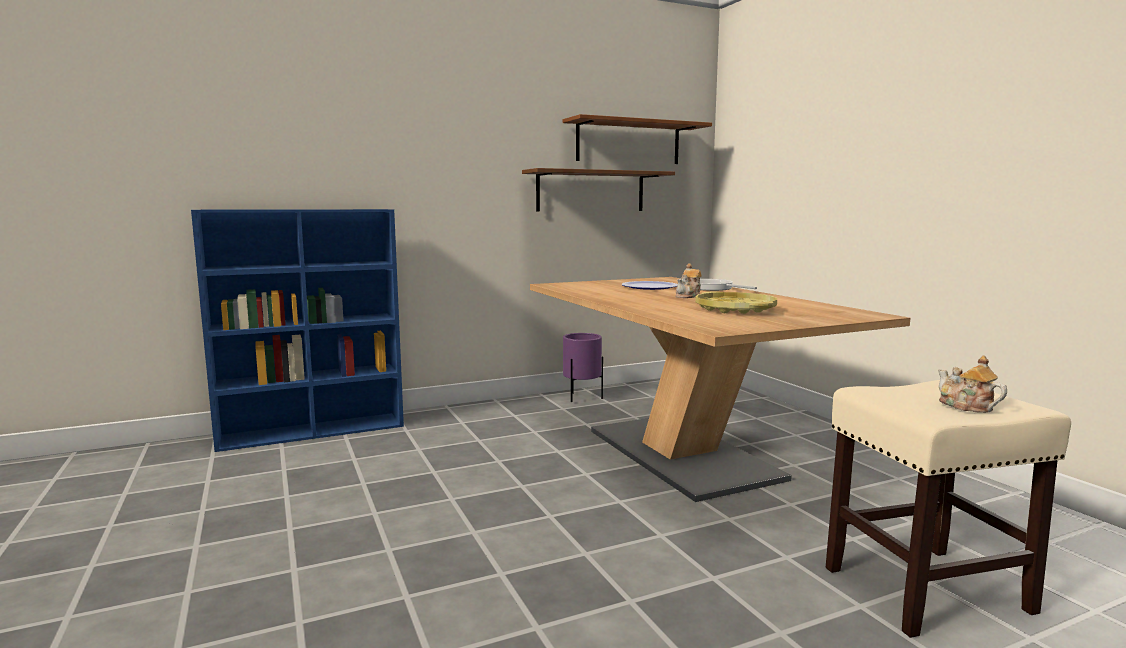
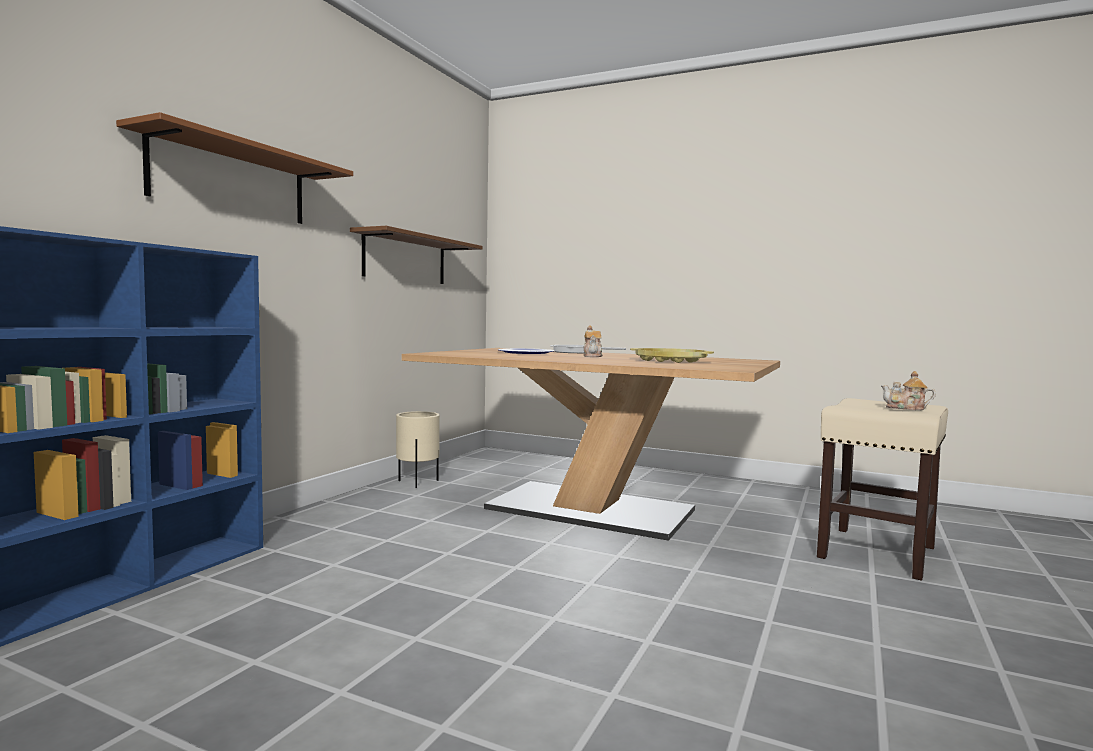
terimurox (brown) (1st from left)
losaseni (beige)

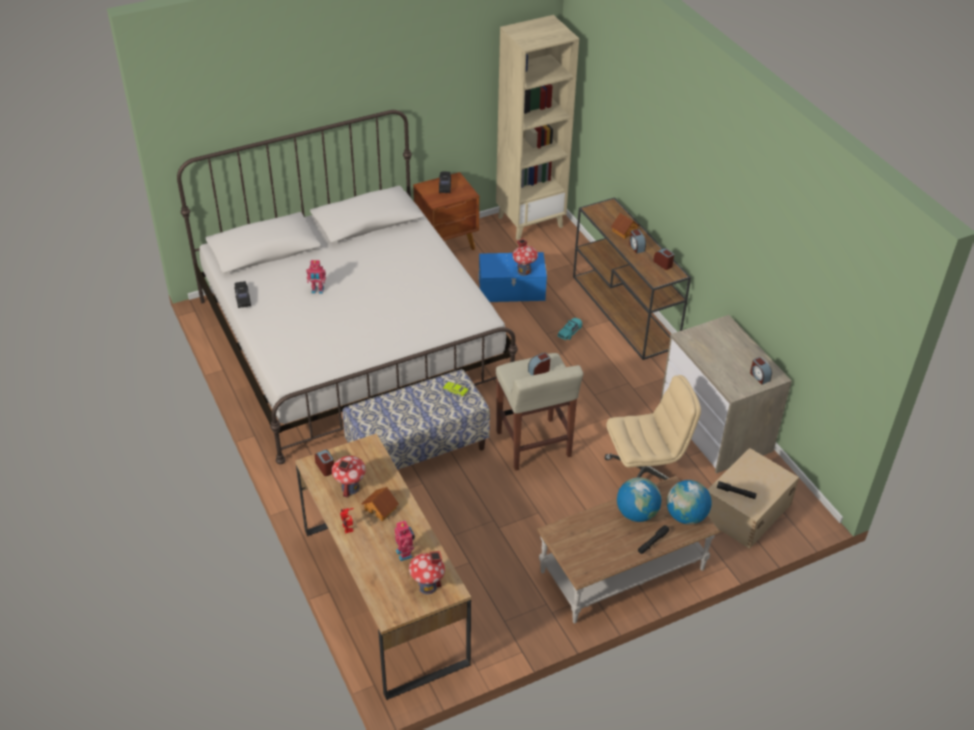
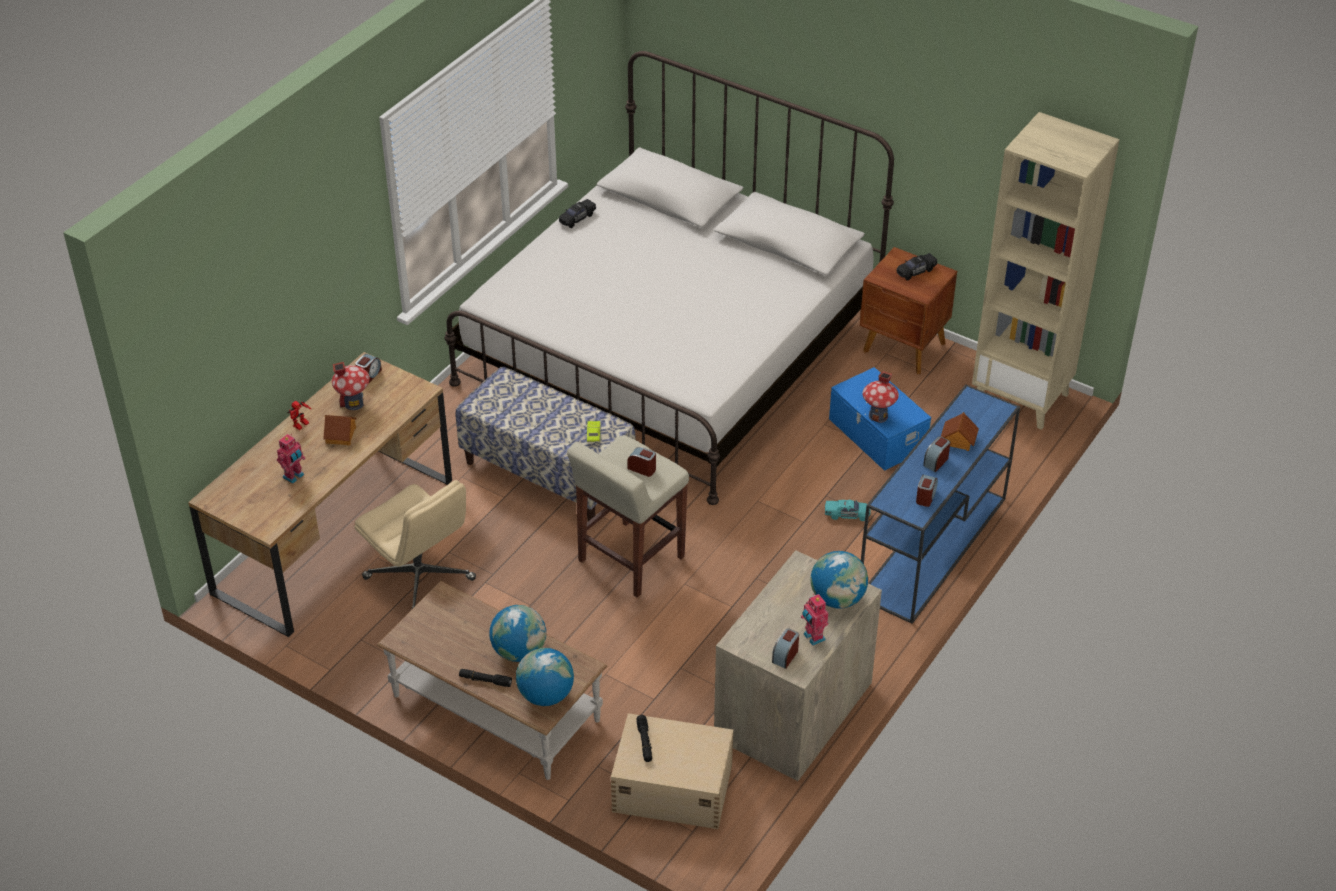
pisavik (3rd from left in the first image)
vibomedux (3rd from left)
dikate (3rd from left)
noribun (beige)
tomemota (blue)

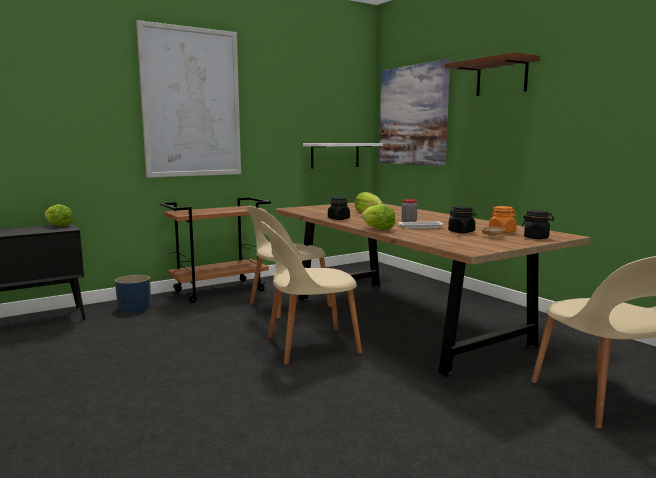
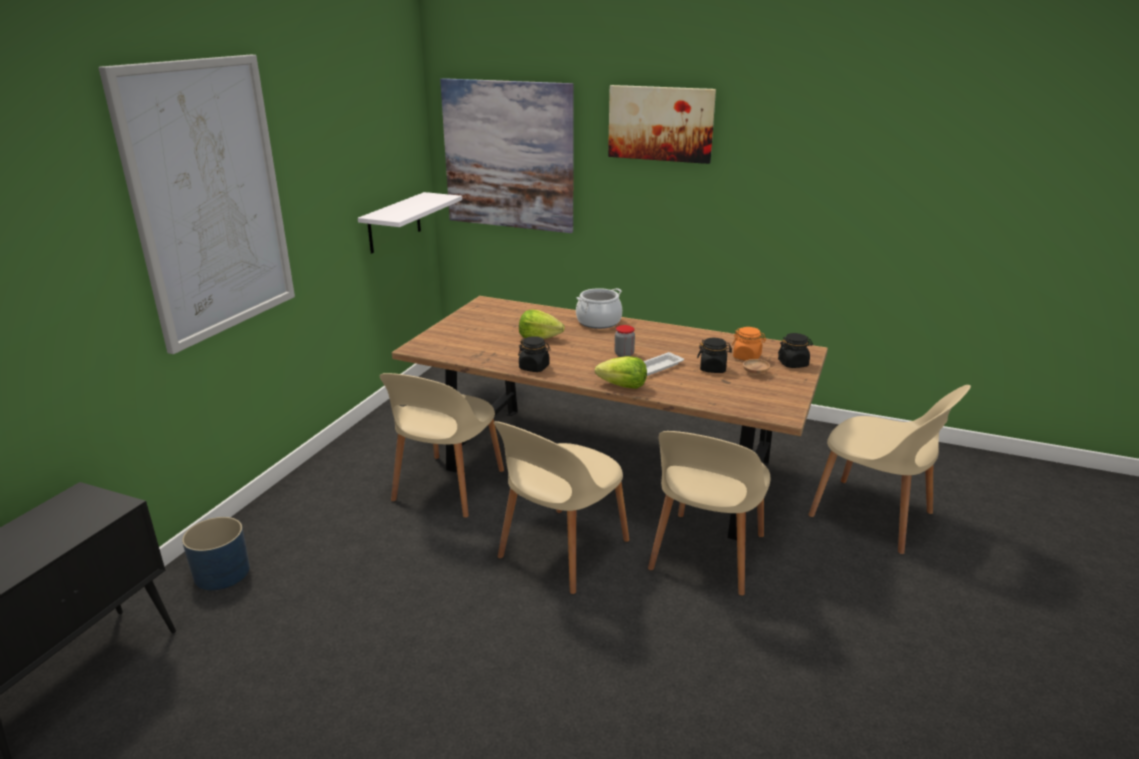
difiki (1st from left in the first image)
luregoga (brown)
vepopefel
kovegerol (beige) (3rd from left)
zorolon (3rd from left)

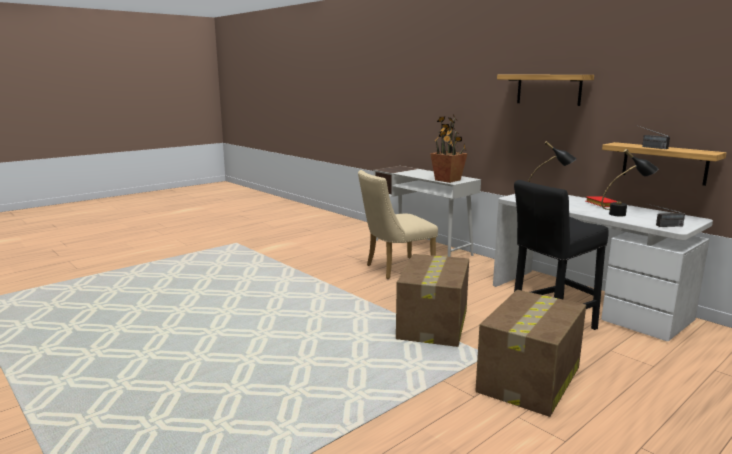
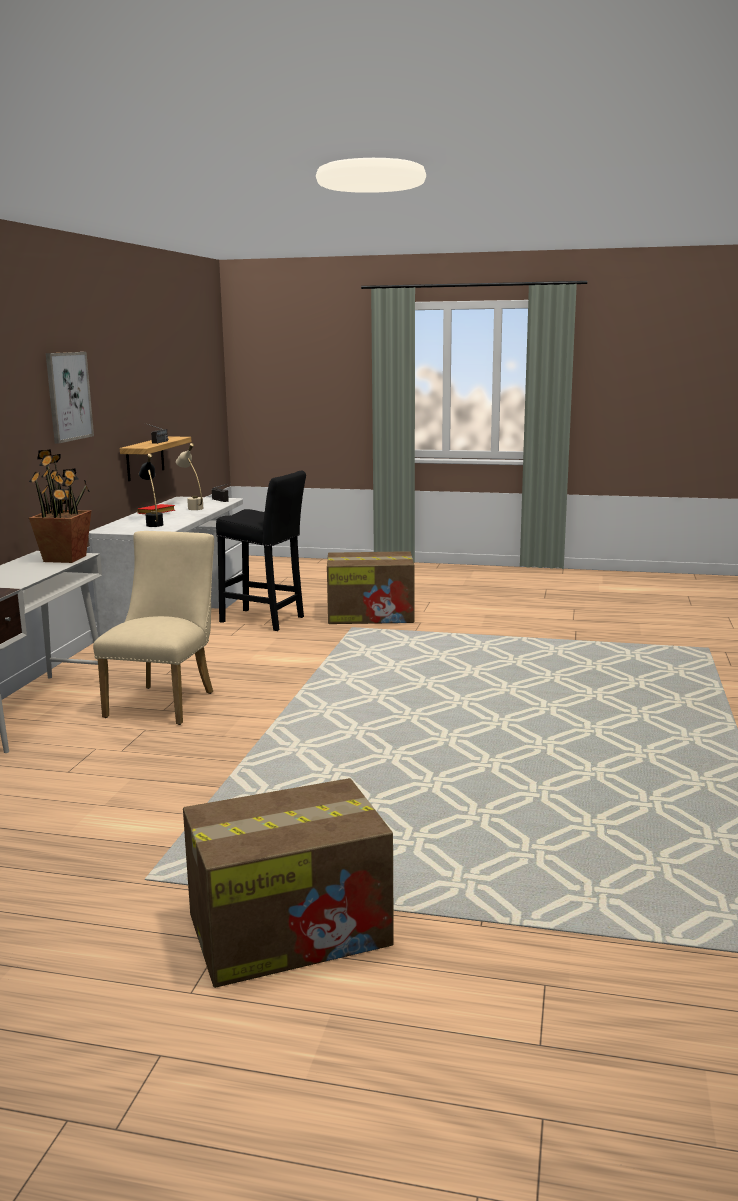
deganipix (1st from left)
zorolon
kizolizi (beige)
kovegerol (beige)

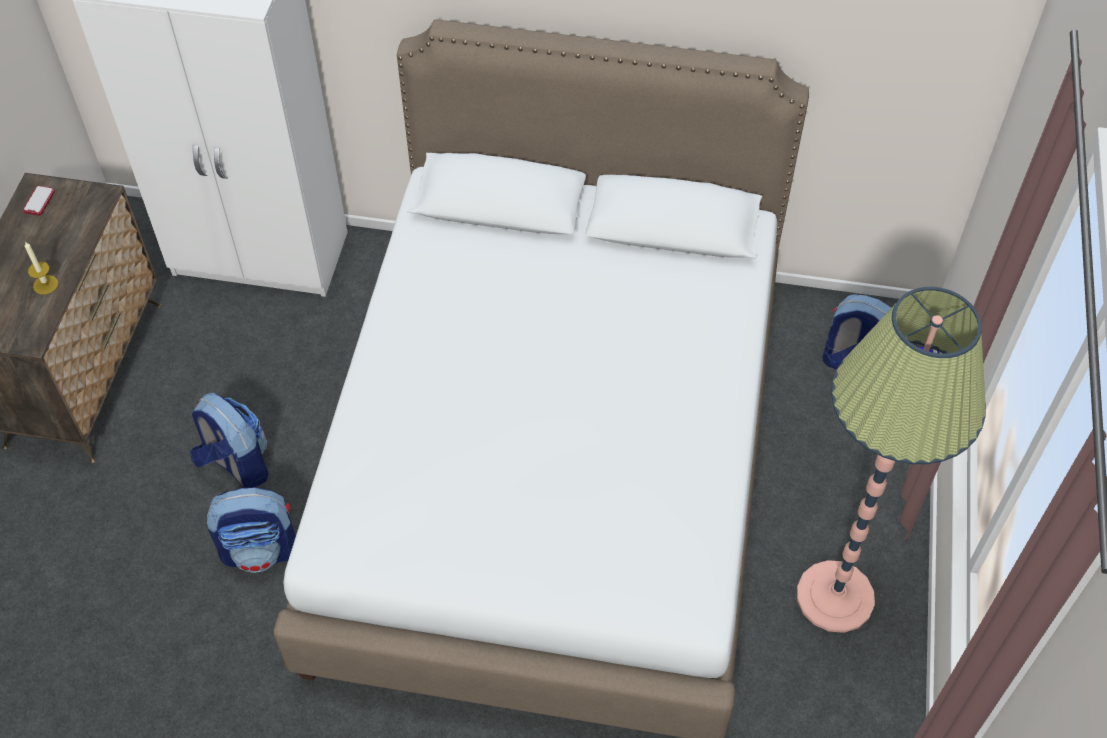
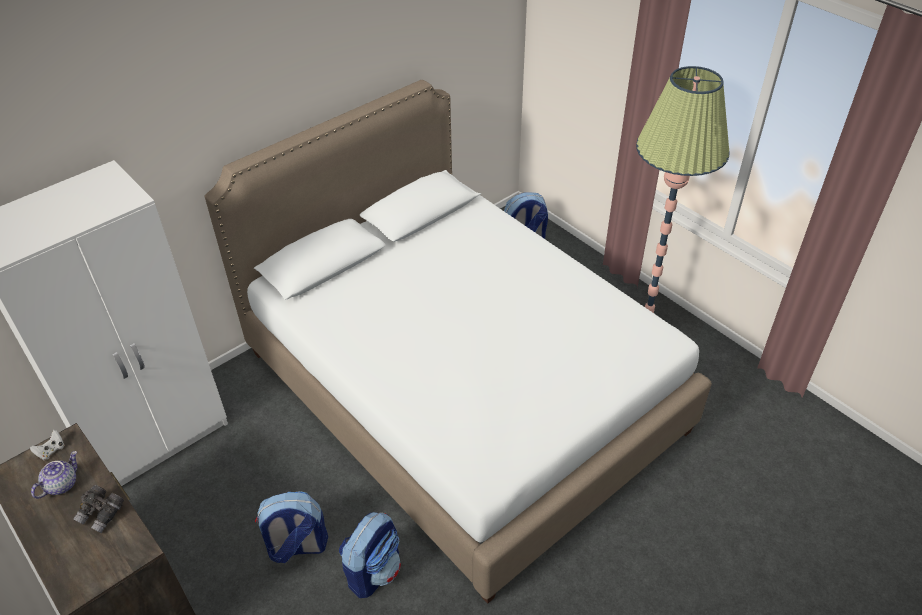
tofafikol
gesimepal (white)
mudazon
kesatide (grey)

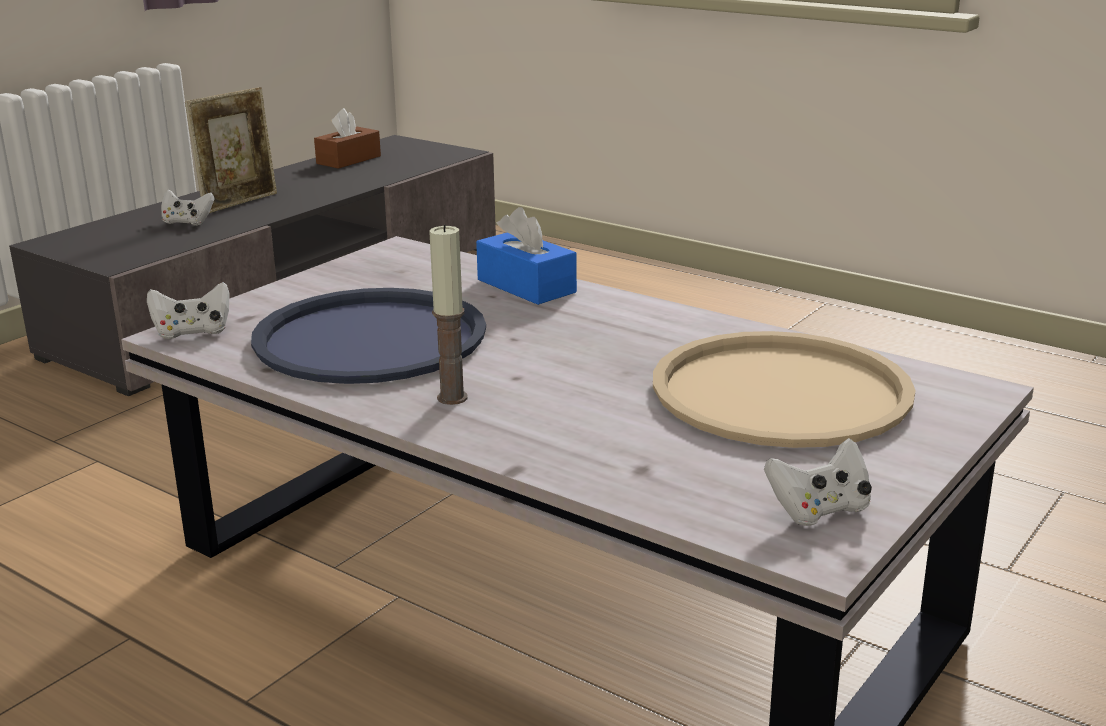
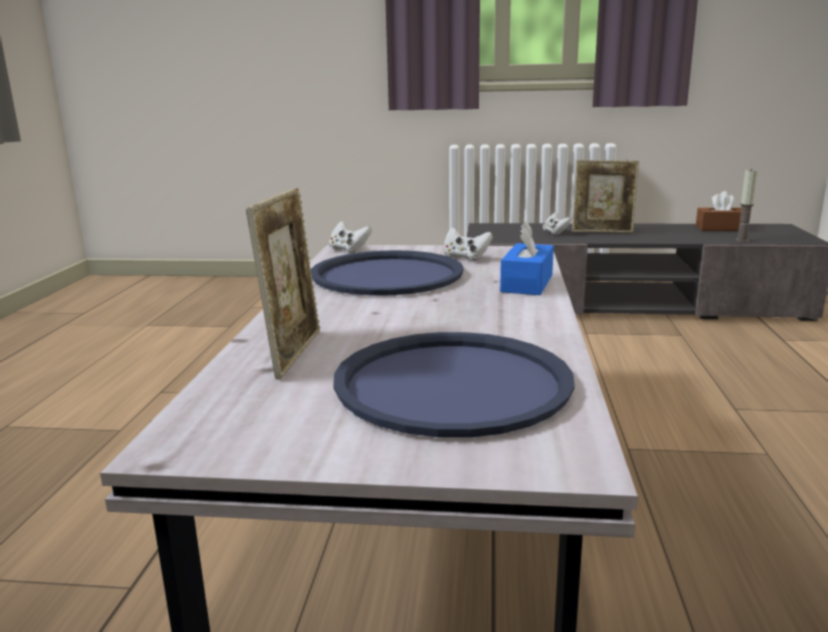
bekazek (1st from left)
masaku
gesimepal (white) (2nd from left)
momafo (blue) (2nd from left)

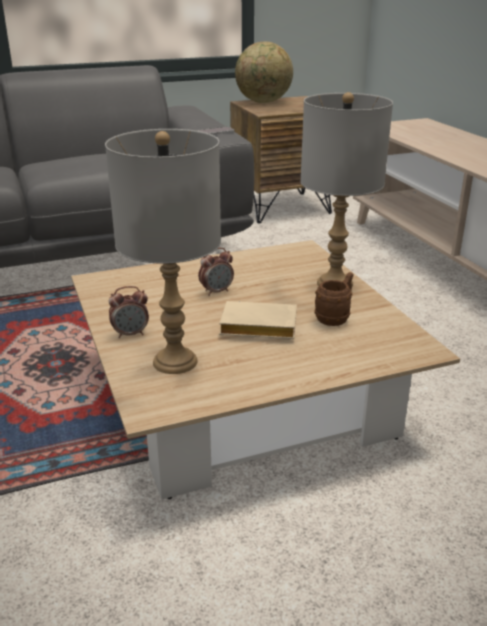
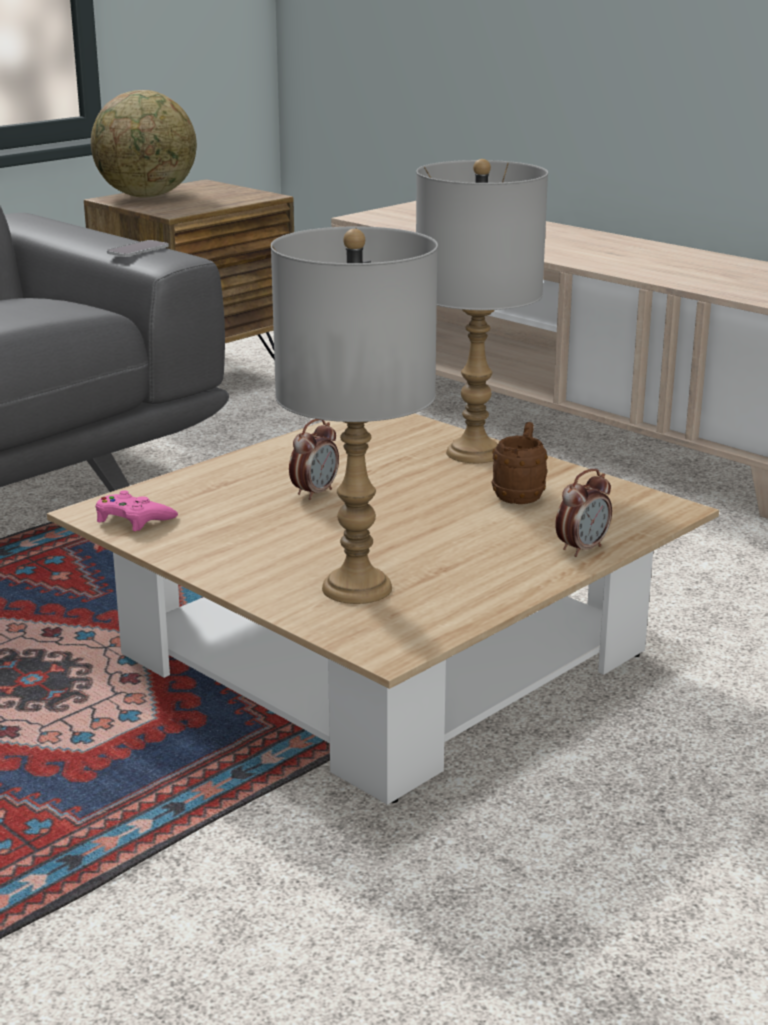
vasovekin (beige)
gesimepal (pink)
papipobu (2nd from left)

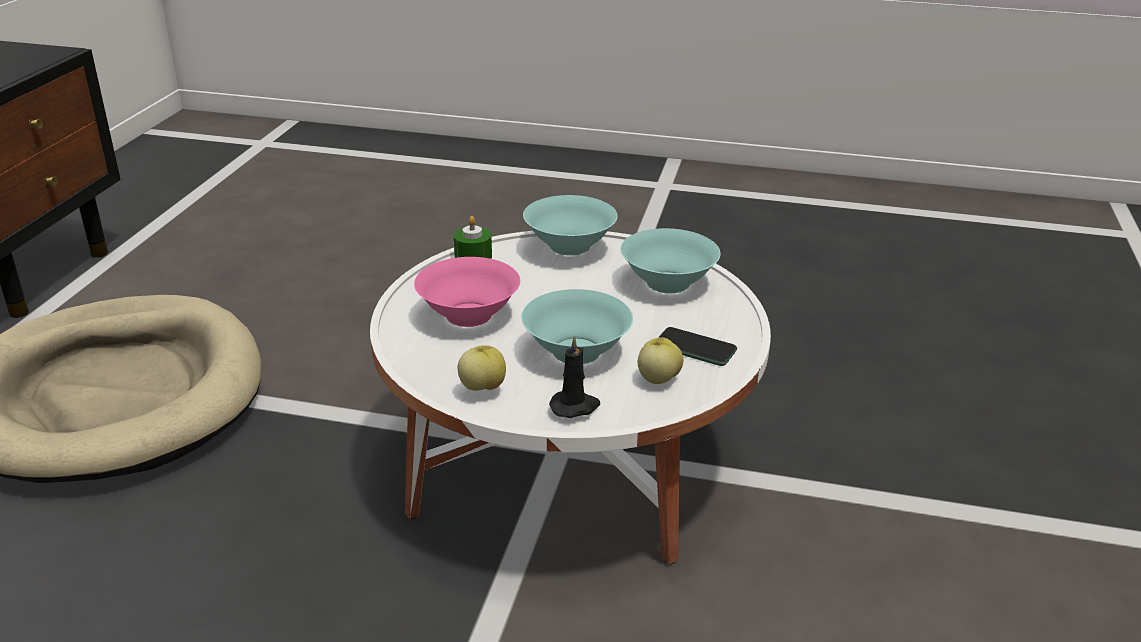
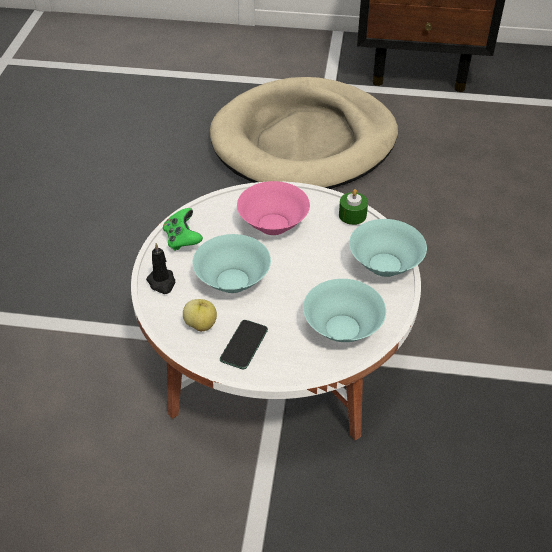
gesimepal (green)

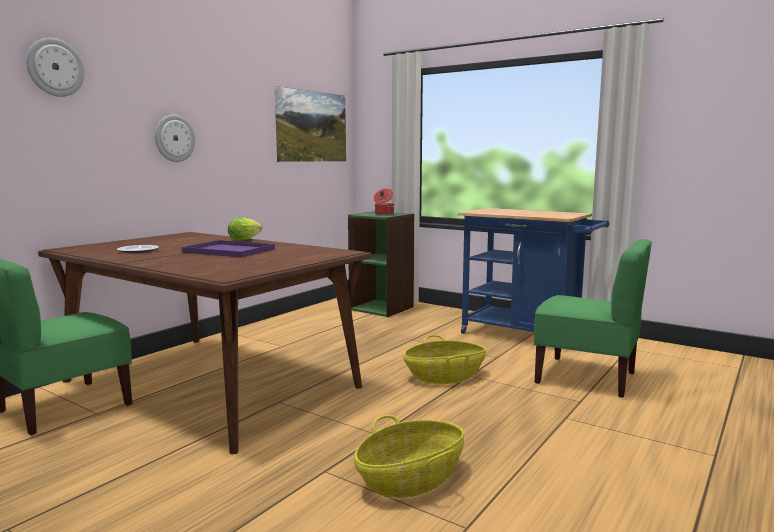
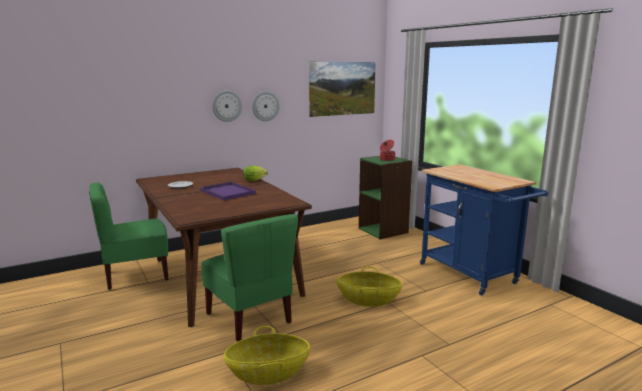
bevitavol (2nd from left)
kovegerol (green) (2nd from left)

